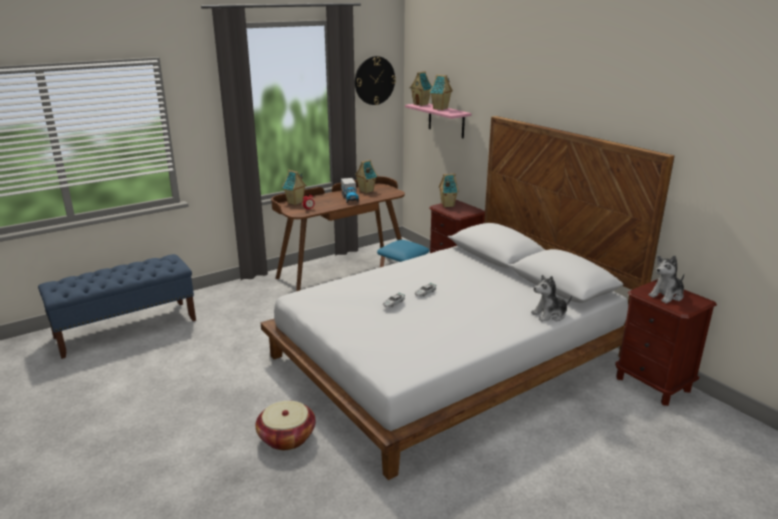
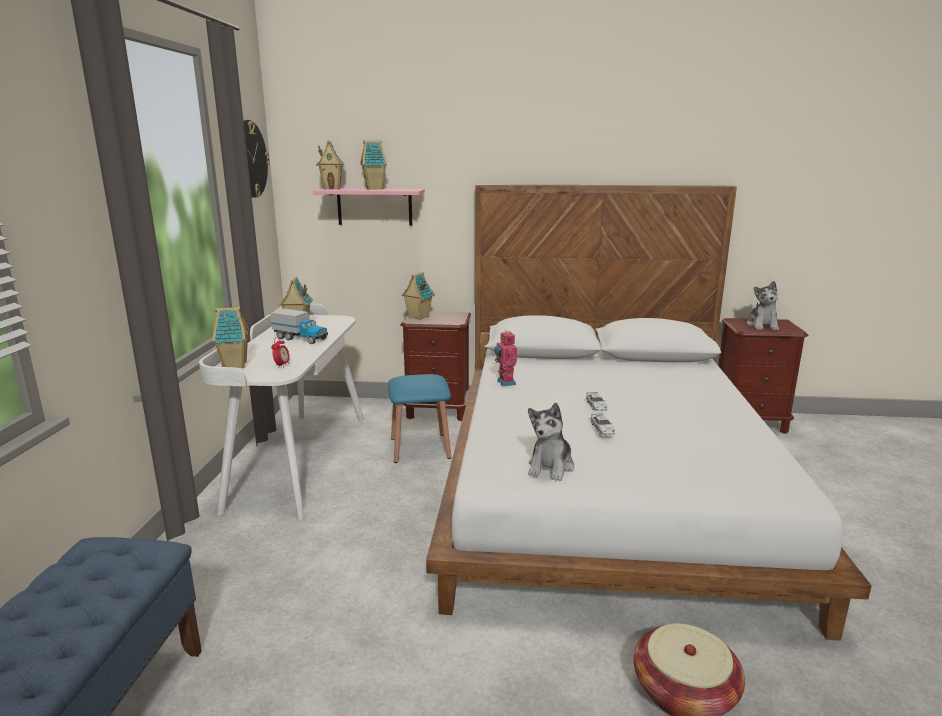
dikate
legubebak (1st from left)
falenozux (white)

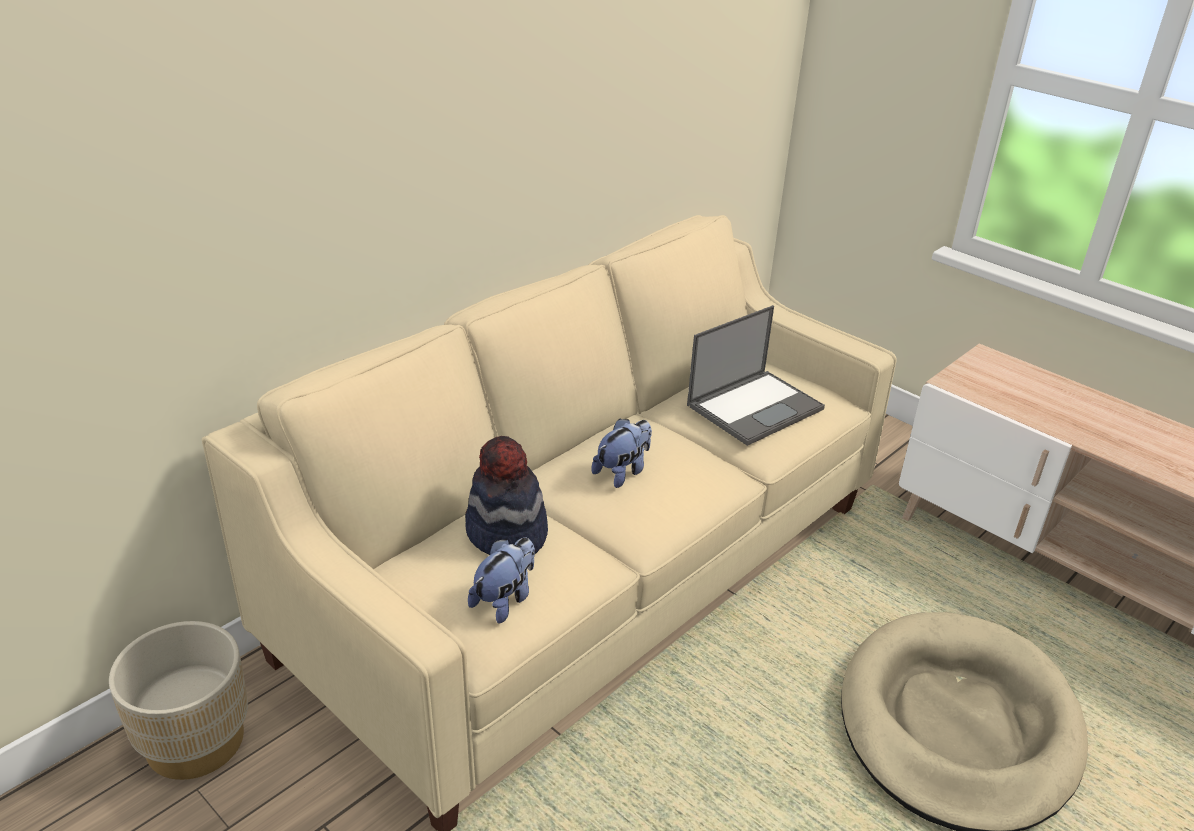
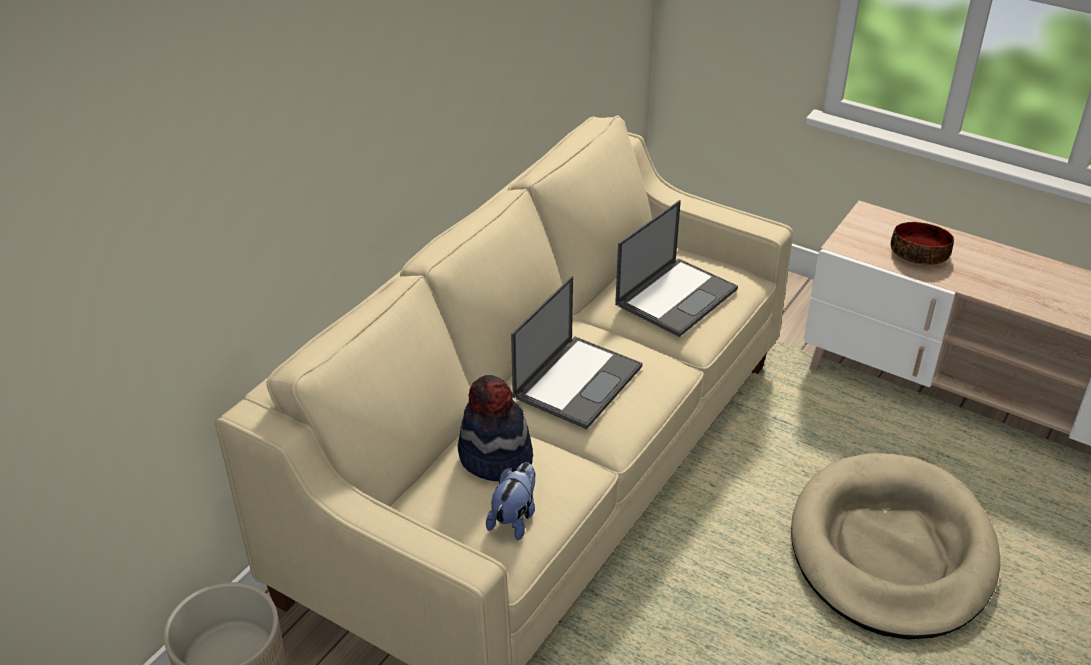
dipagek
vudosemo (1st from left)

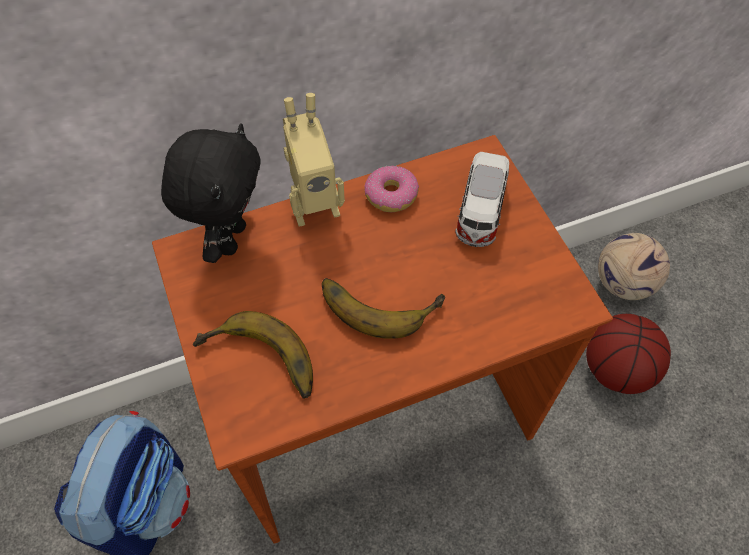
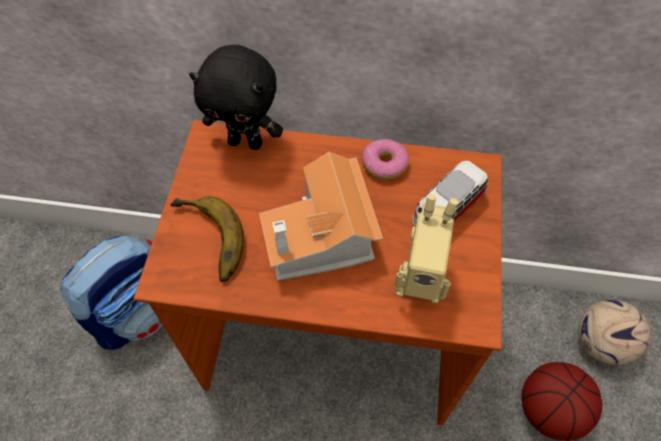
dikate
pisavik
legubebak (black)

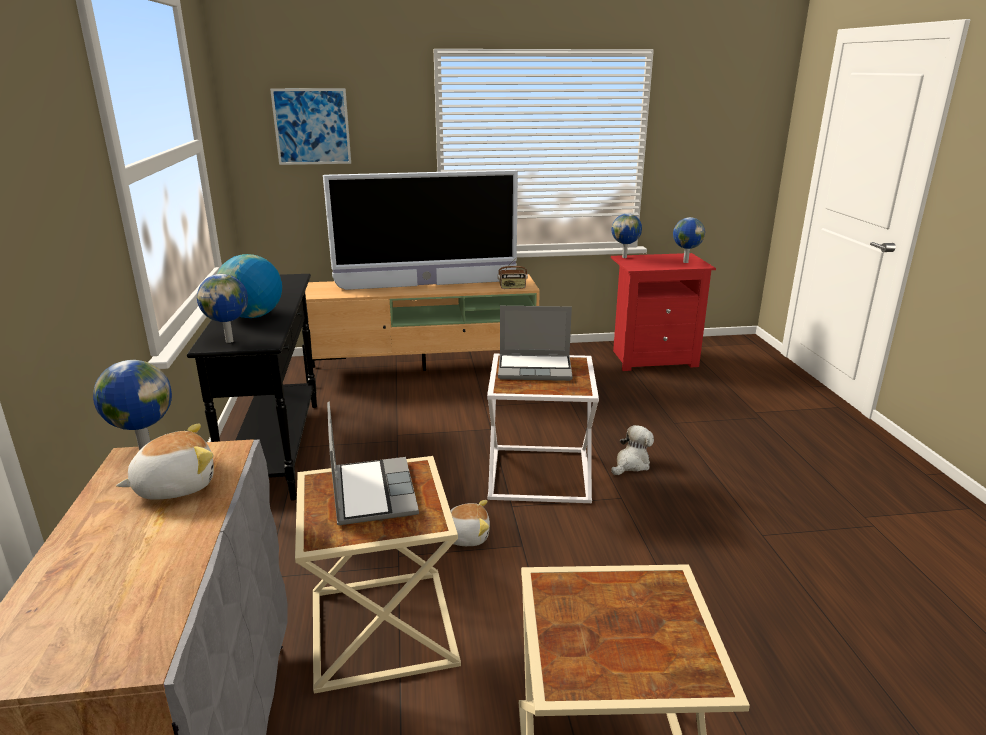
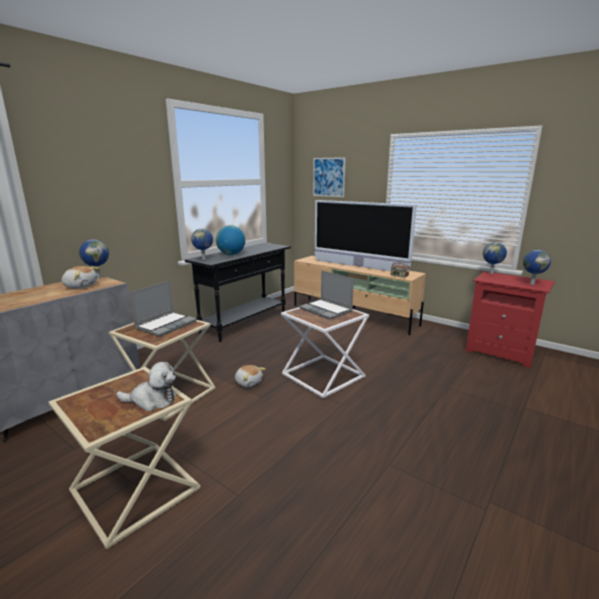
legubebak (2nd from left)

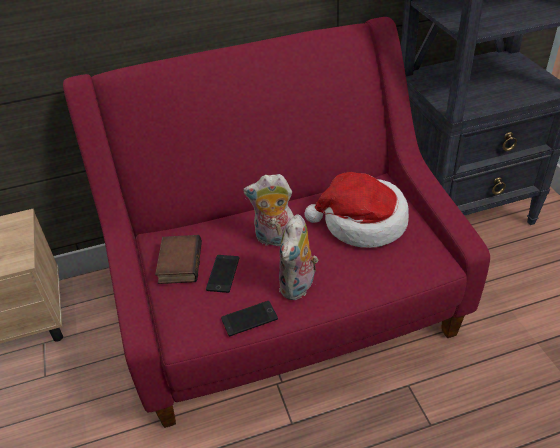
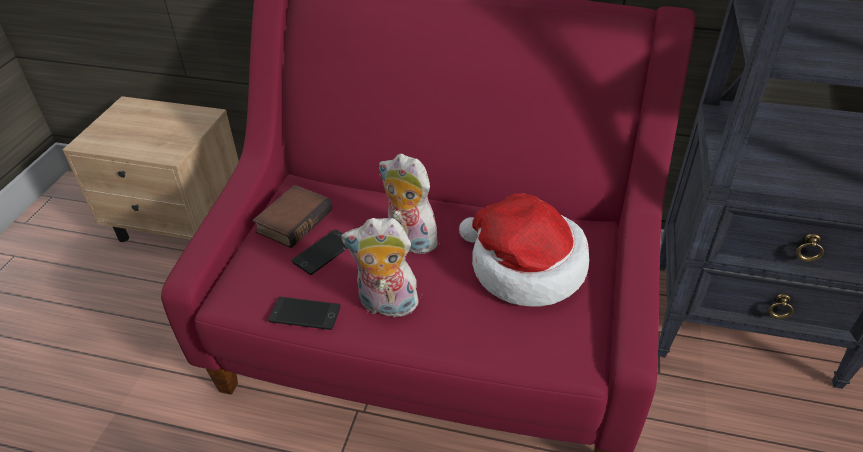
legubebak (1st from left)

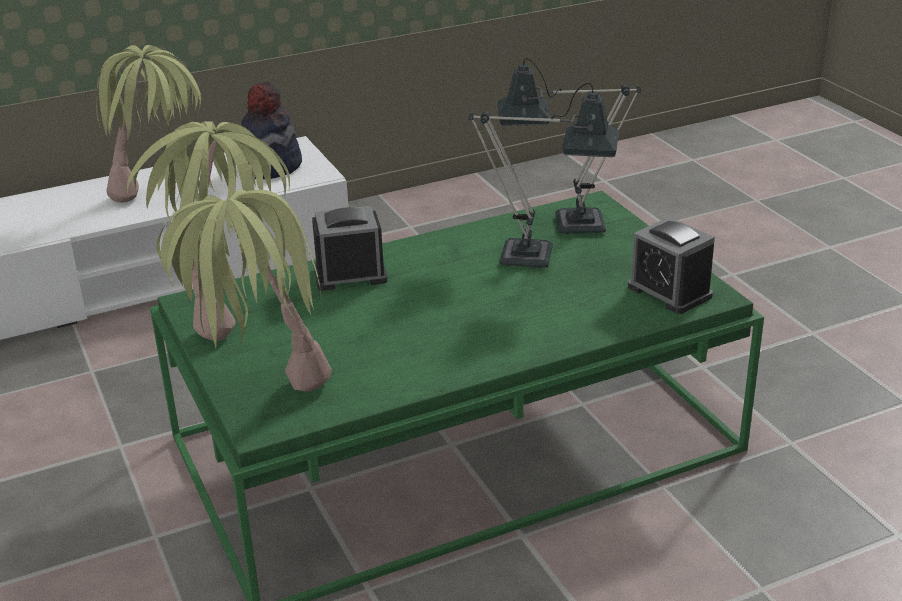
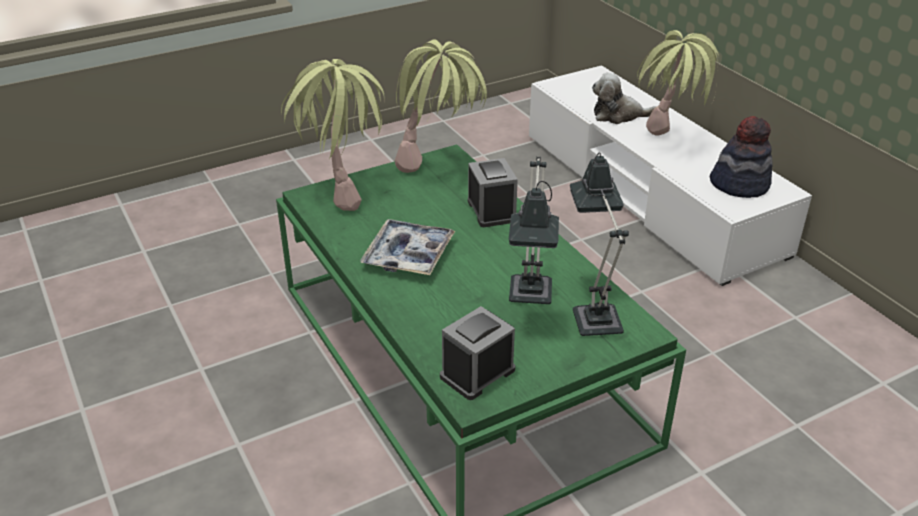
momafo
legubebak

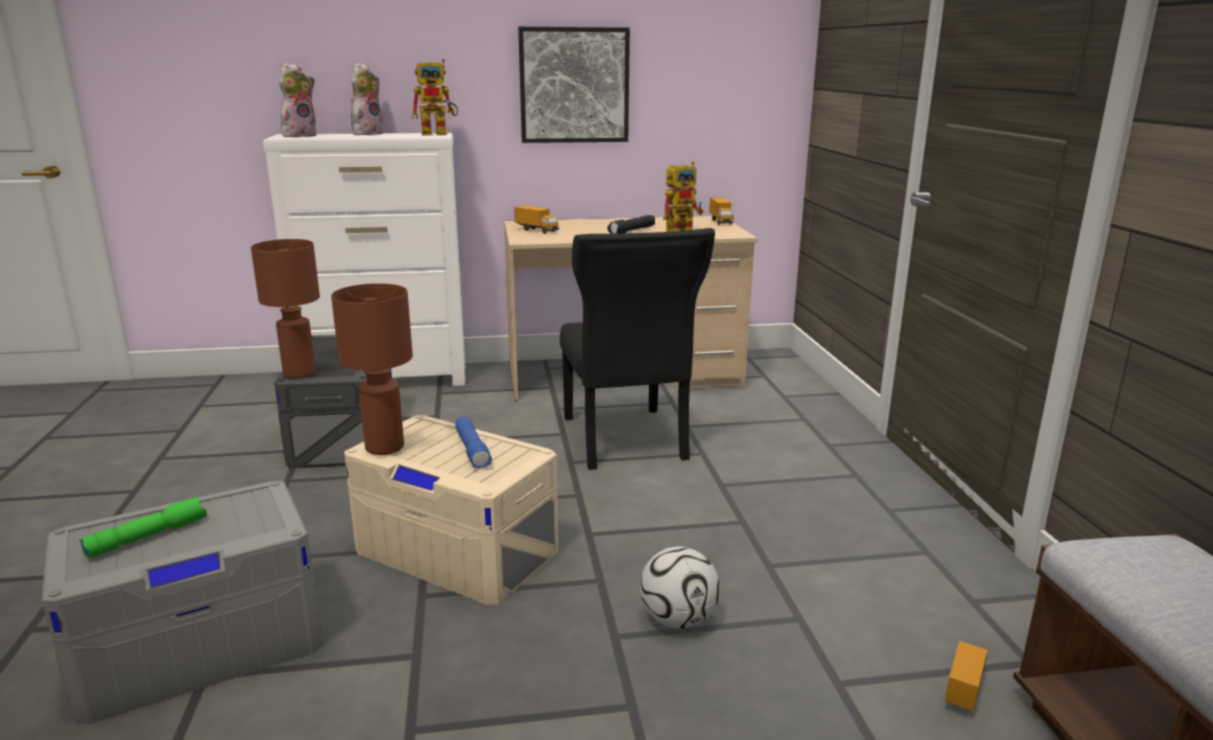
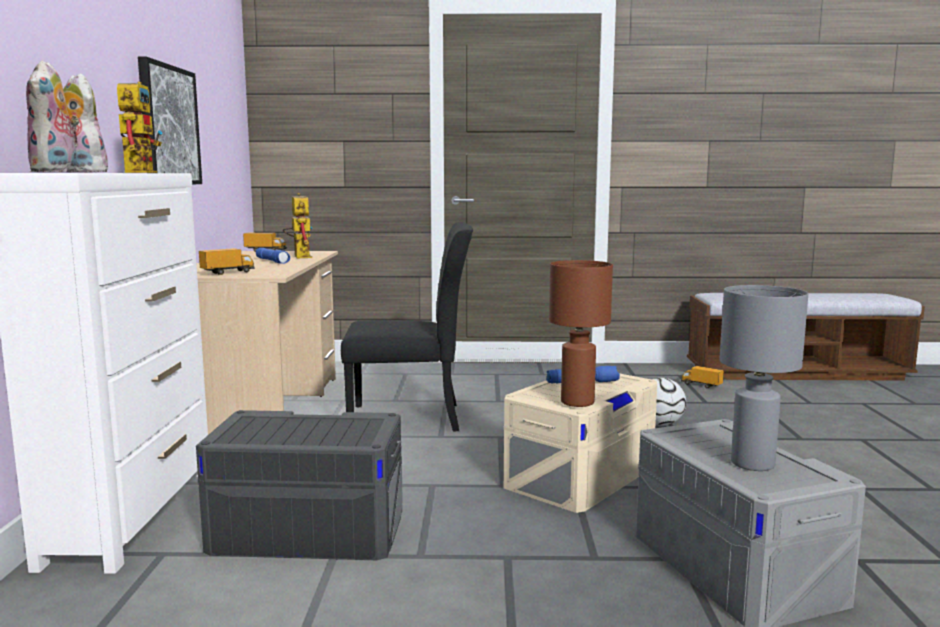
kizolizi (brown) (1st from left in the first image)
kizolizi (grey)
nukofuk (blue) (1st from left)
legubebak (1st from left)

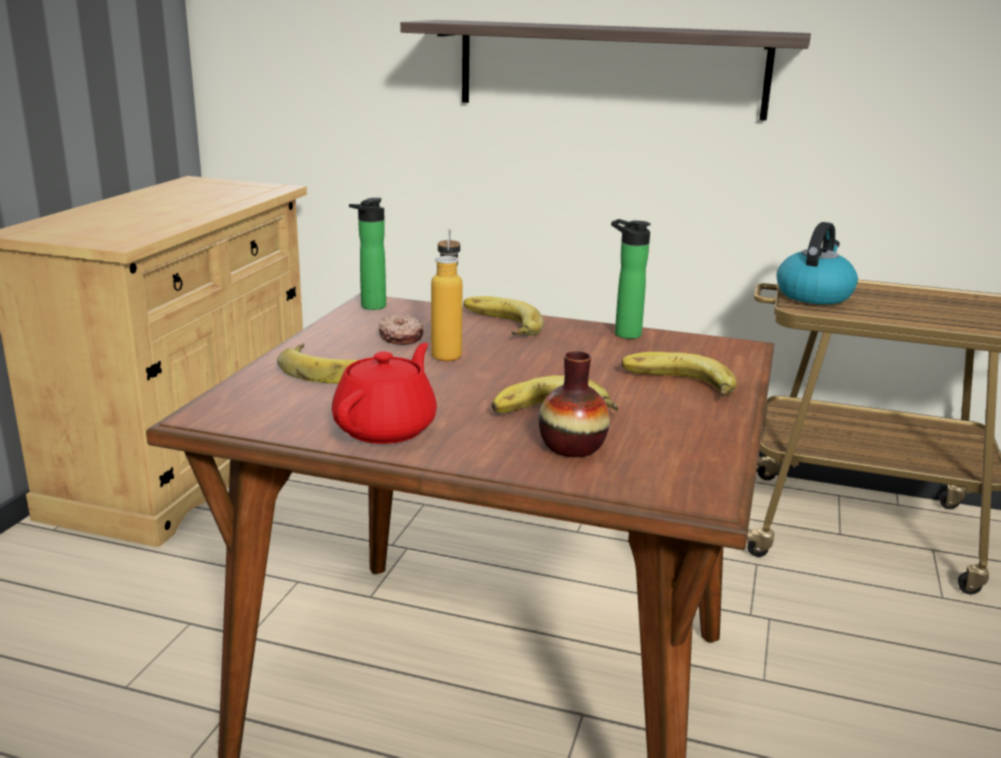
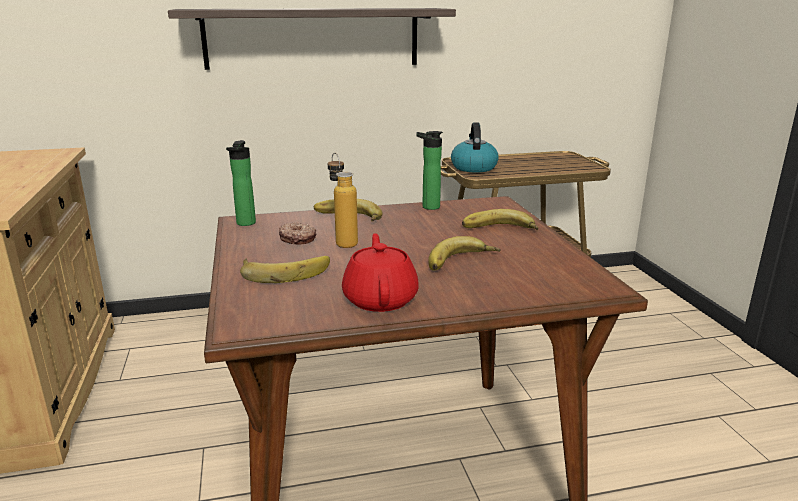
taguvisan

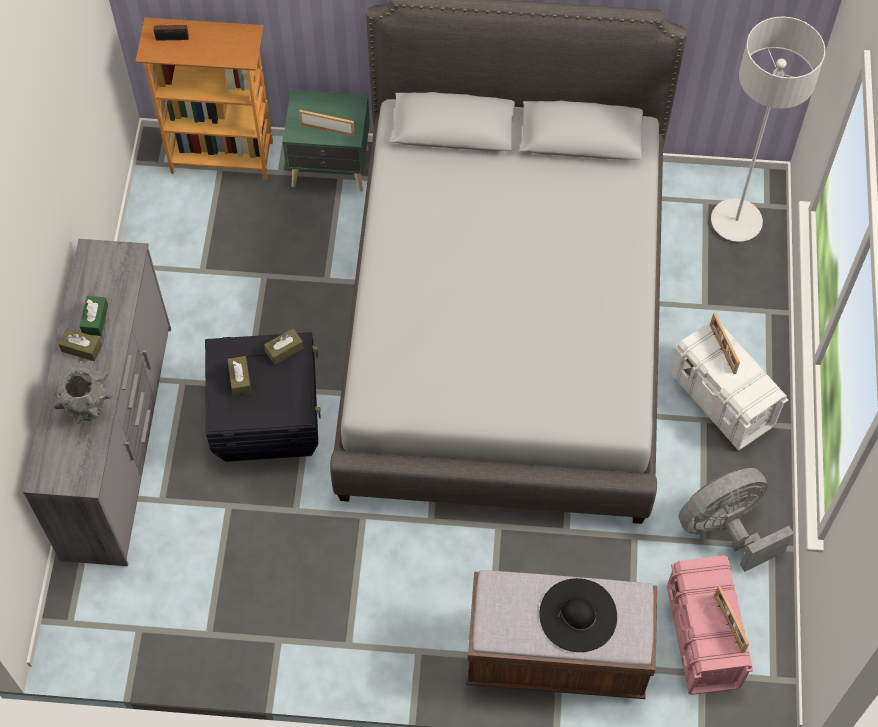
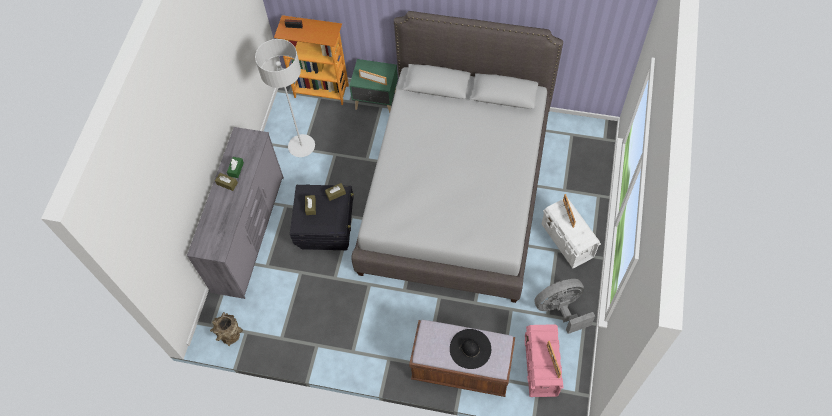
taguvisan (grey)
taguvisan (brown)
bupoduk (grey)

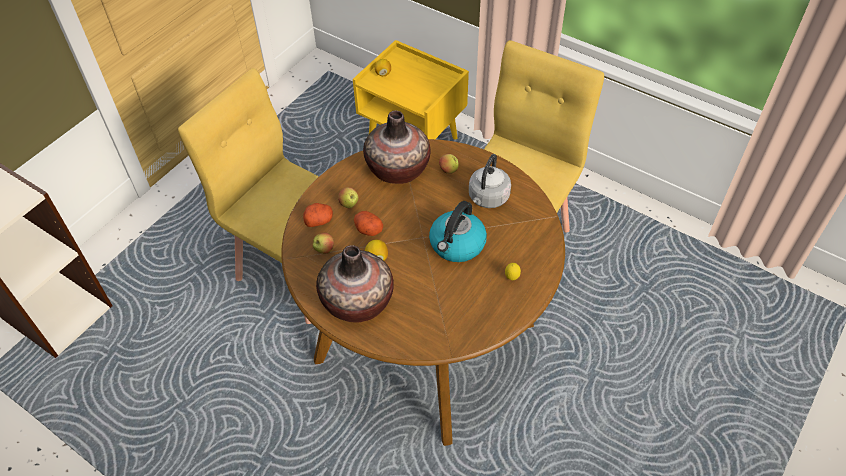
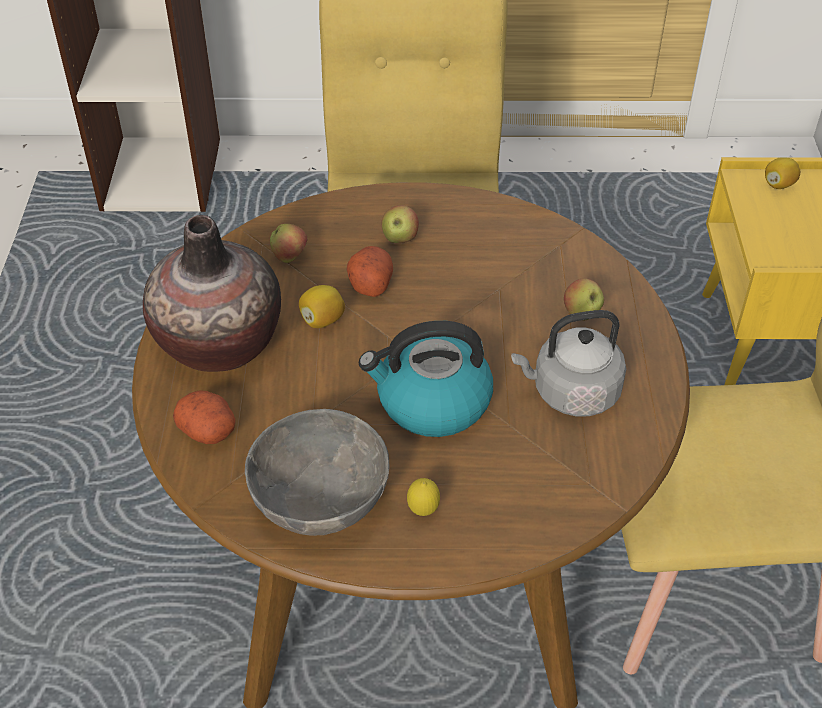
taguvisan (2nd from left in the first image)
dipagek (grey)
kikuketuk (1st from left)

